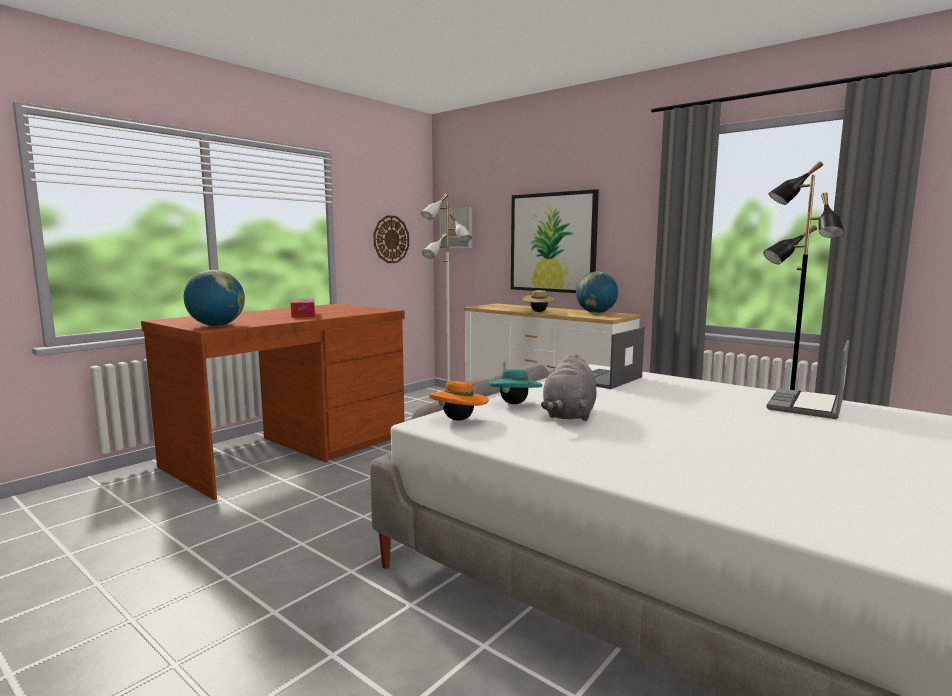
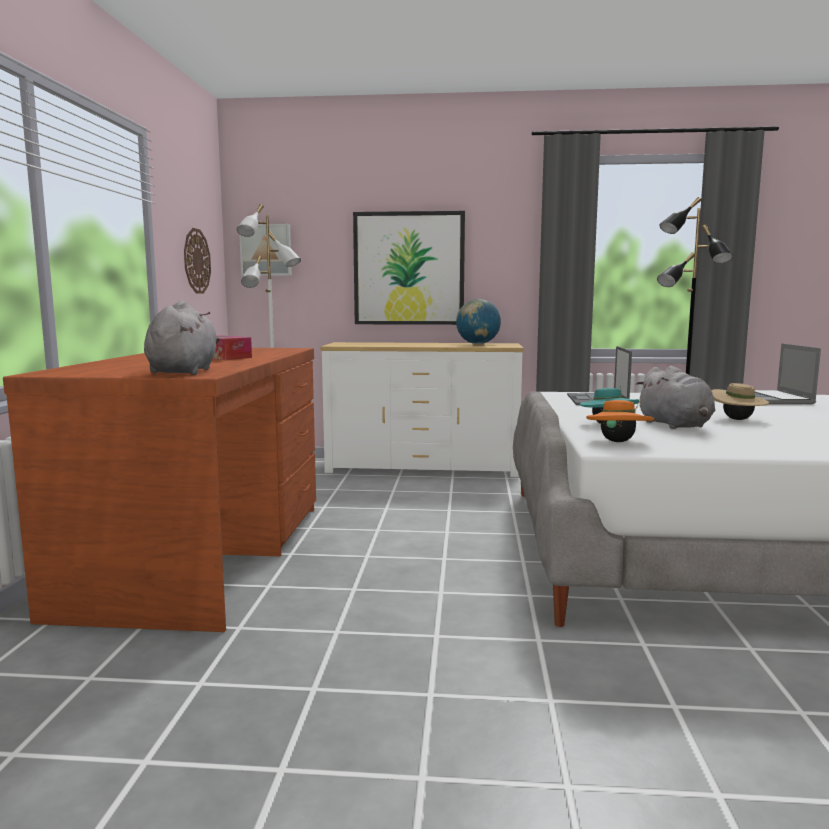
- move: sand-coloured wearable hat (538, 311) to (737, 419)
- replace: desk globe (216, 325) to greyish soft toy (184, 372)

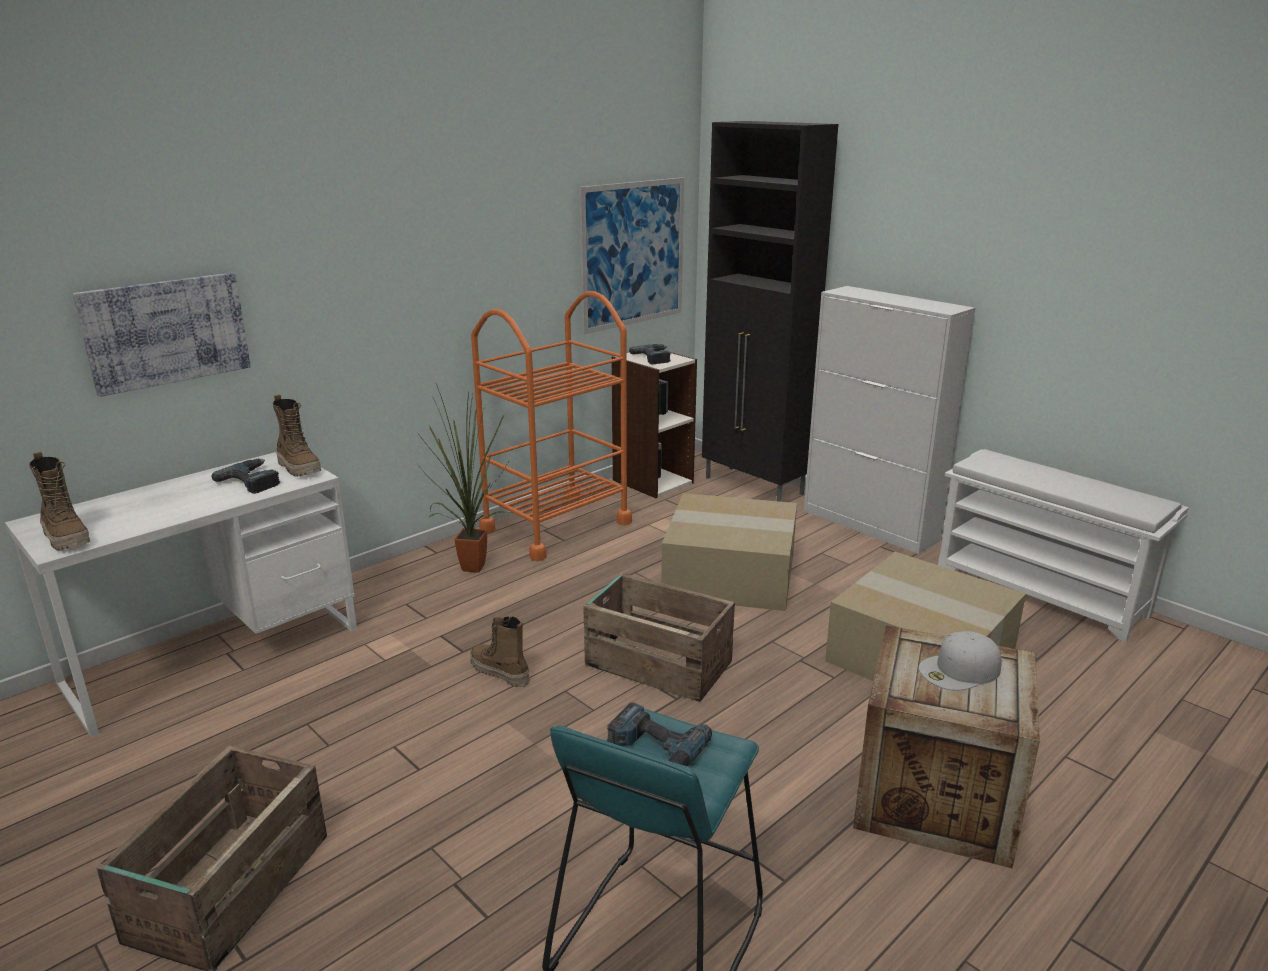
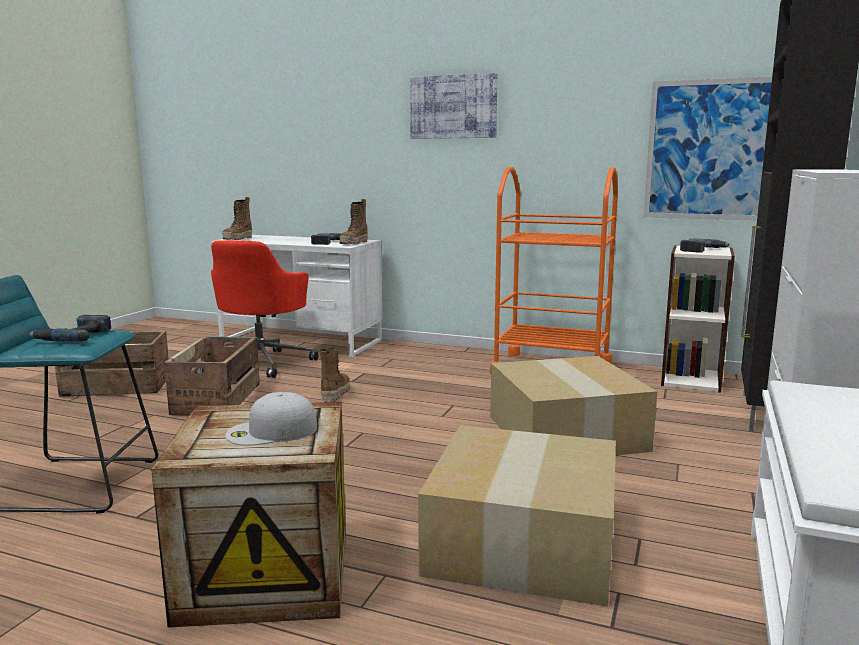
- delete: potted plant (469, 567)
- insert: red-coloured computer chair (262, 362)
- move: wall art (166, 332) to (453, 107)
- move: crate (657, 663) to (218, 399)
- rotate: white baseball cap (960, 670) = (271, 431) 60 degrees counterclockwise

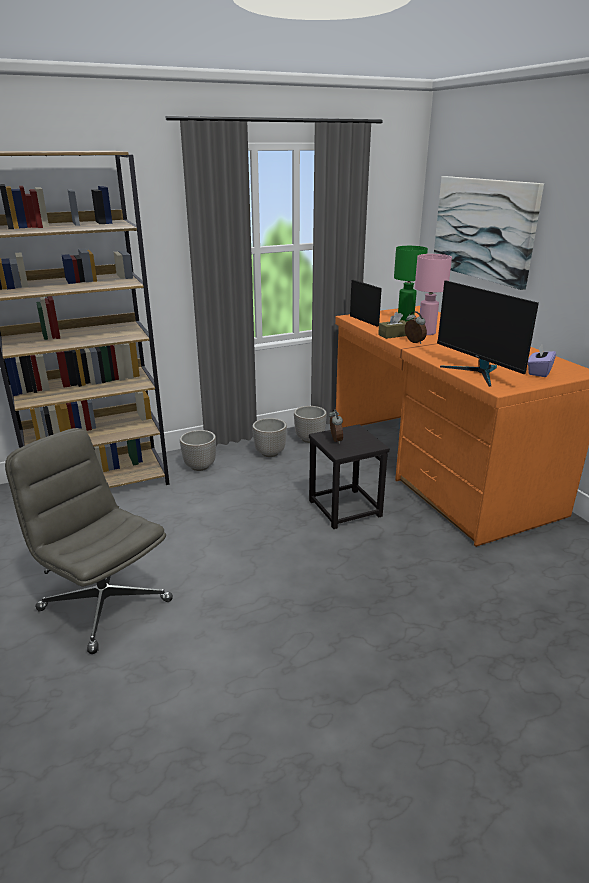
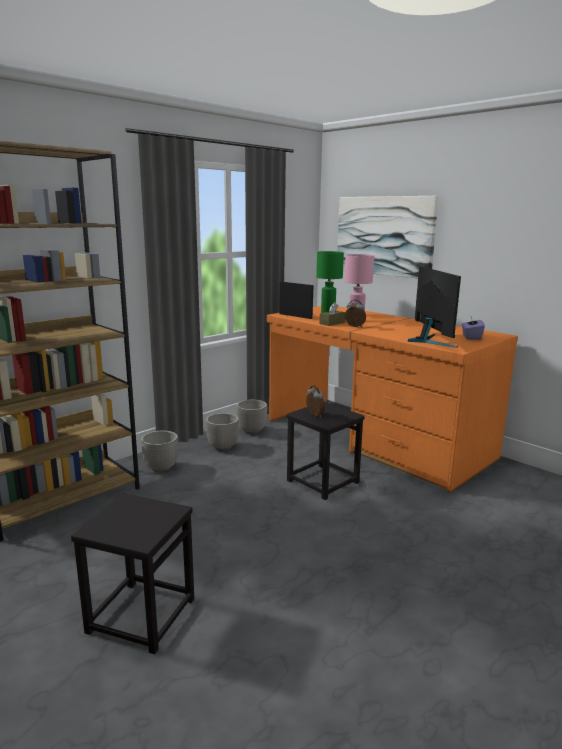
- replace: greyish computer chair (104, 604) to blackish sitting stool (141, 615)
- rotate: computer screen (478, 372) = (429, 341) 135 degrees counterclockwise

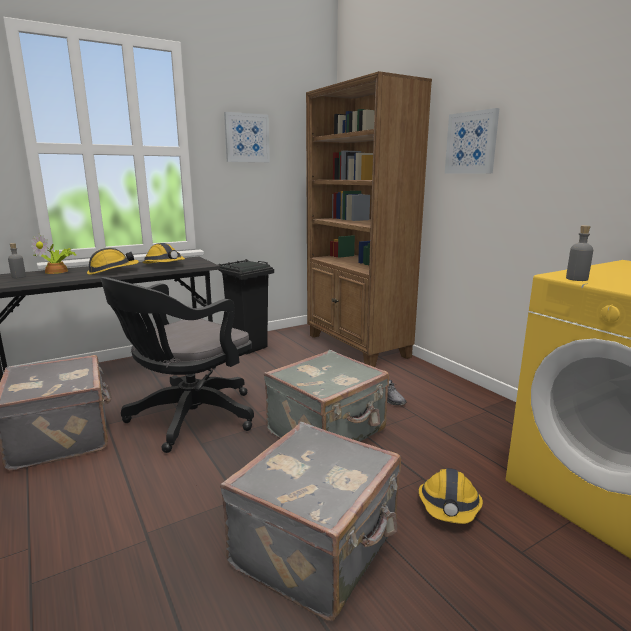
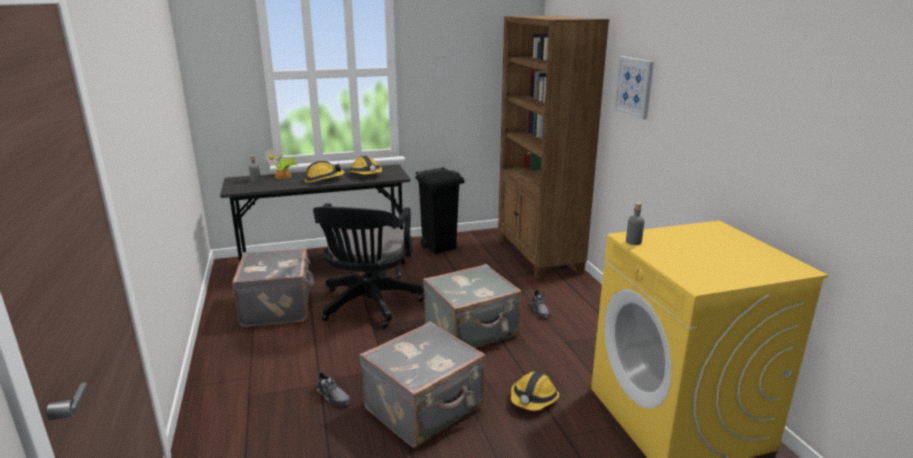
- delete: wall art (247, 138)
- insert: greyish item of footwear (333, 396)
- rotate: blackish computer chair (187, 419) = (368, 306) 45 degrees counterclockwise

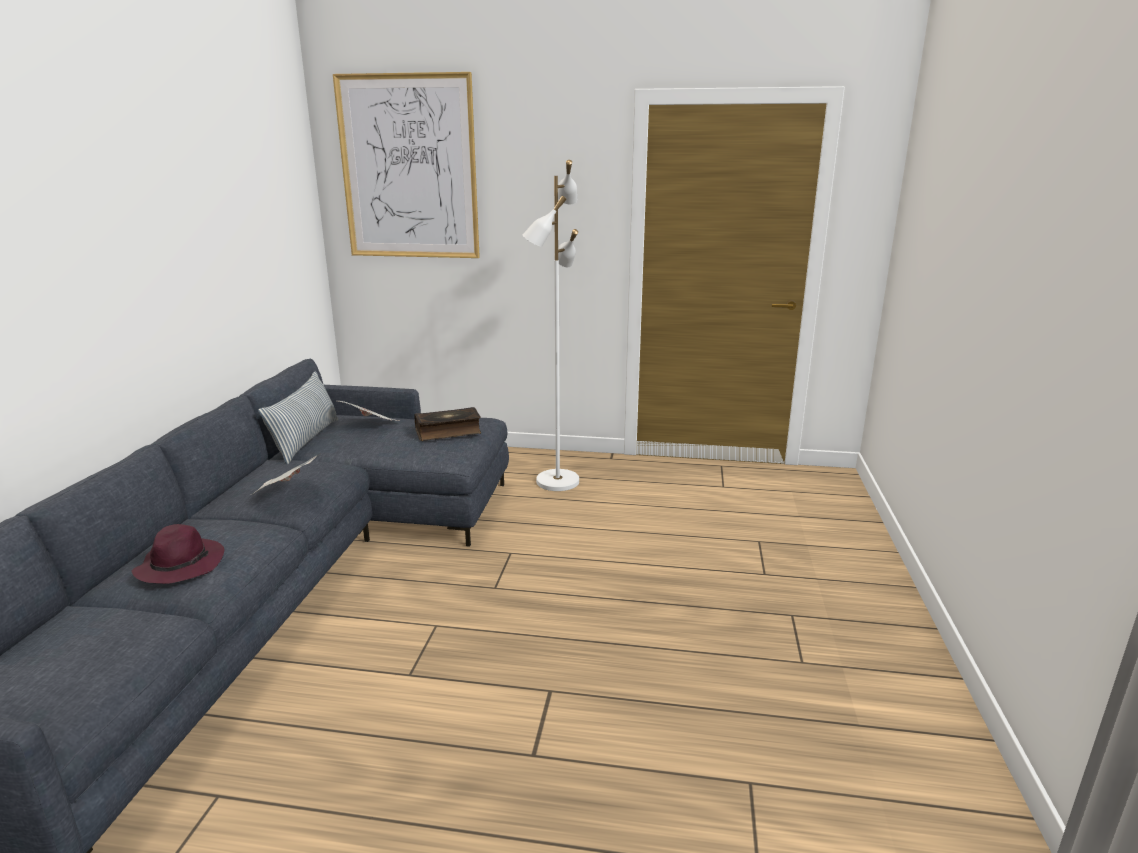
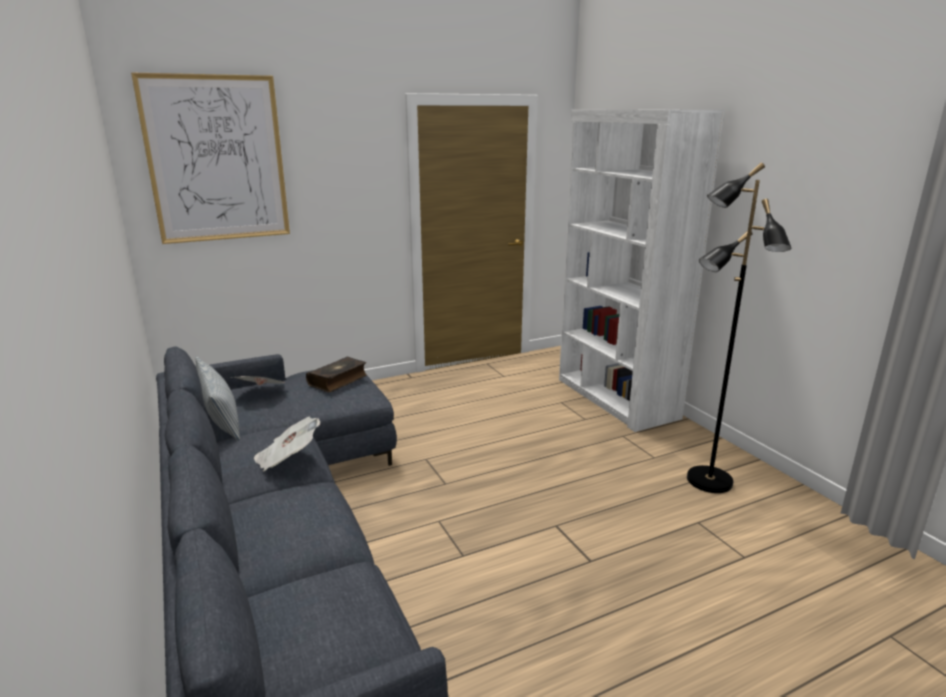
- delete: purple-coloured wearable hat (181, 565)
- delete: white standard lamp (556, 481)
- insert: white shelving unit (615, 398)
- insert: blackish standard lamp (708, 481)

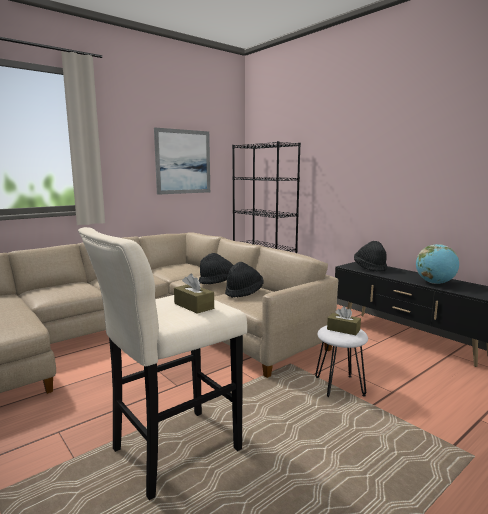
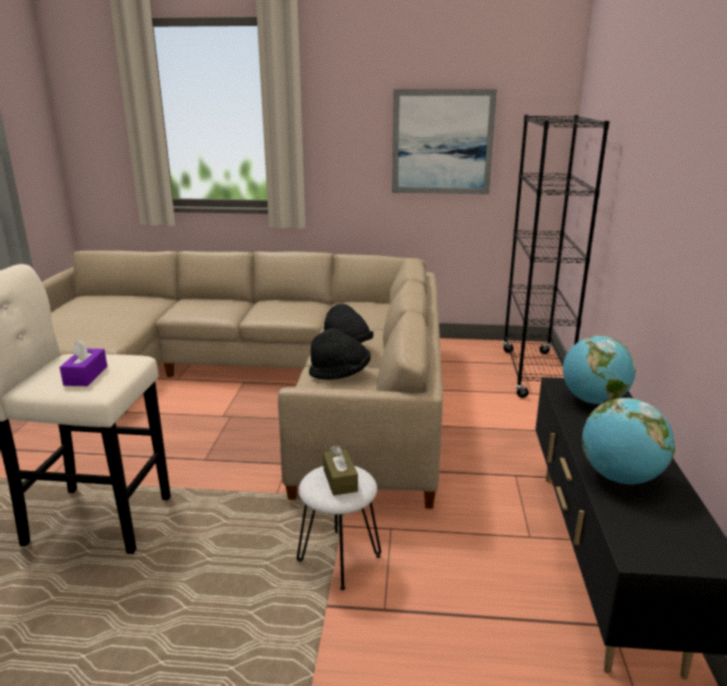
- replace: blackish wearable hat (370, 268) to desk globe (593, 401)
- recolor: brownish tissue box (194, 306) to purple-coloured tissue box (86, 376)

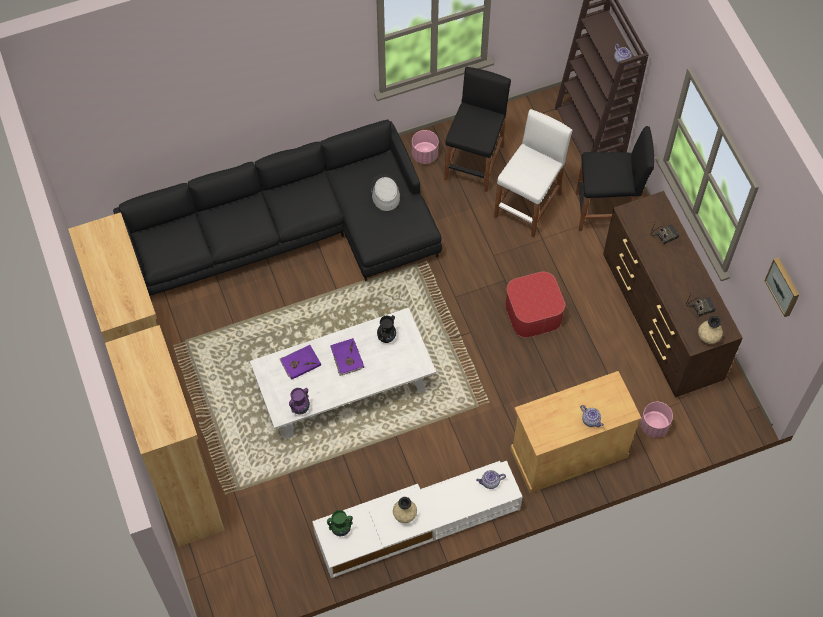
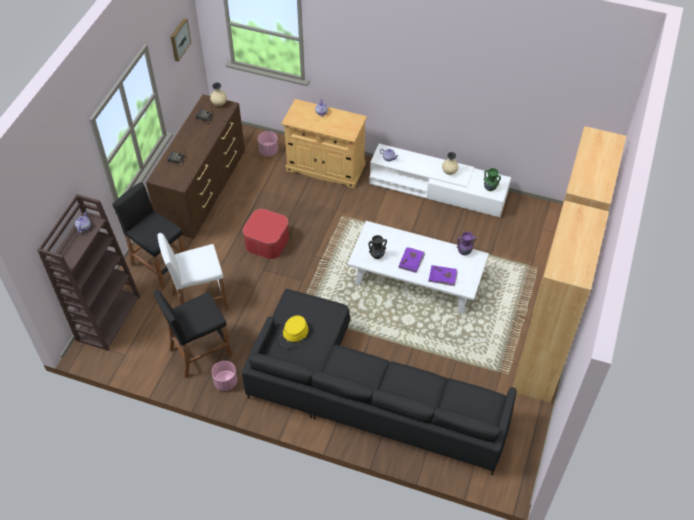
- recolor: greyish wearable hat (385, 193) to yellow-coloured wearable hat (294, 334)

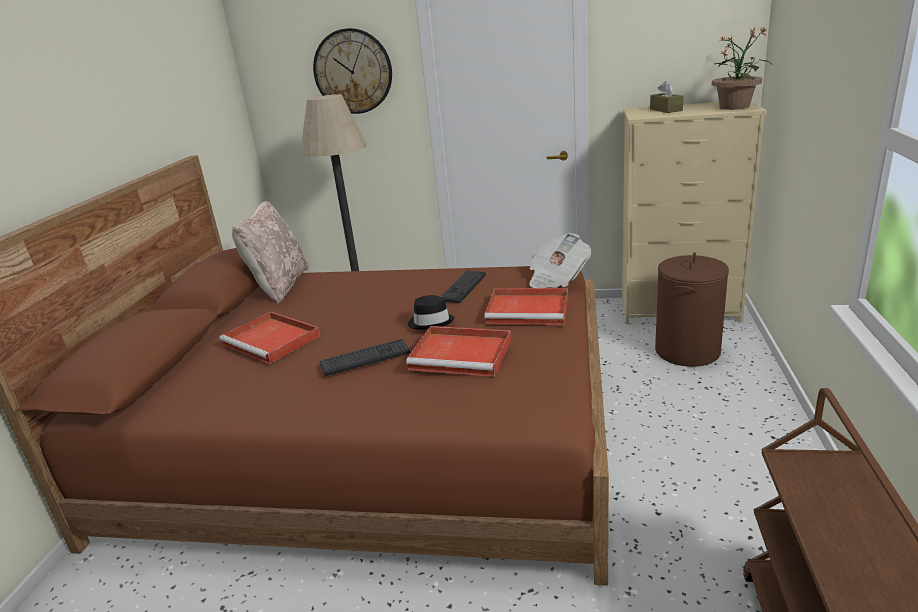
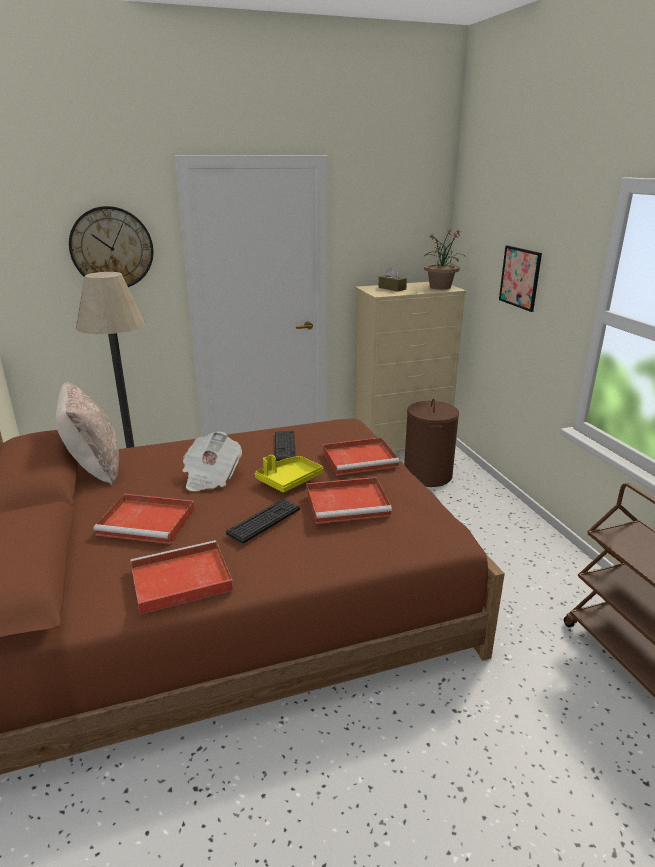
- insert: red-coloured carrying tray (179, 580)
- insert: wall art (520, 277)
- move: daily paper (557, 278) to (211, 477)
- replace: blackish wearable hat (431, 322) to yellow-coloured carrying tray (289, 480)

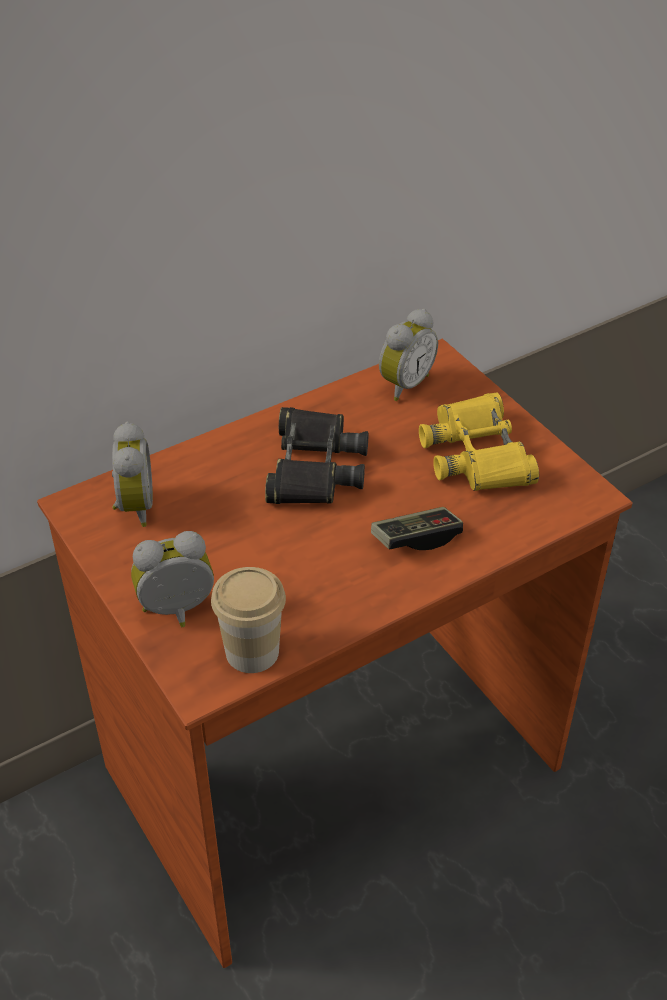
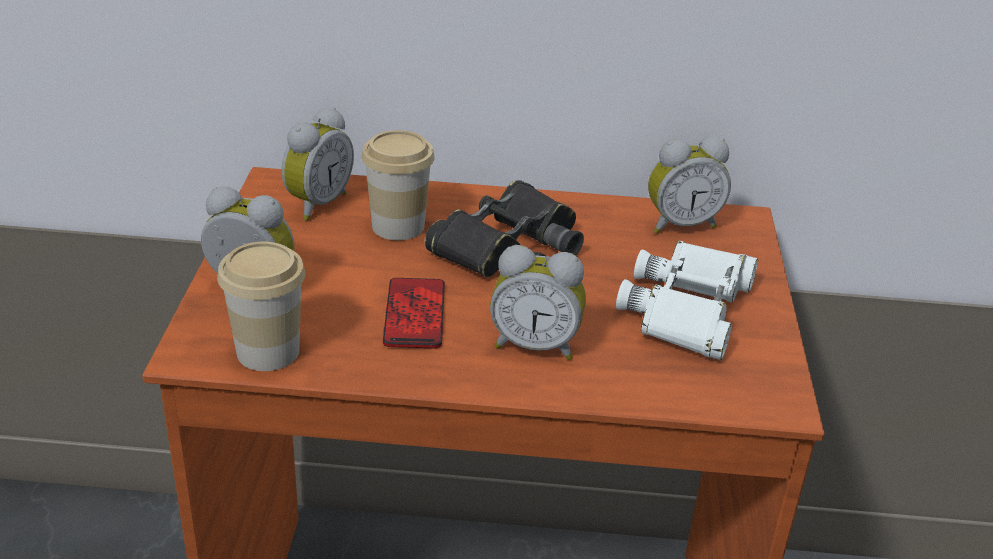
- insert: drinking cup (398, 226)
- insert: telephone (414, 314)
- replace: game controller (416, 539) to bedside clock (535, 345)
- recolor: yellow-coloured pair of binoculars (477, 454) to white pair of binoculars (688, 309)

